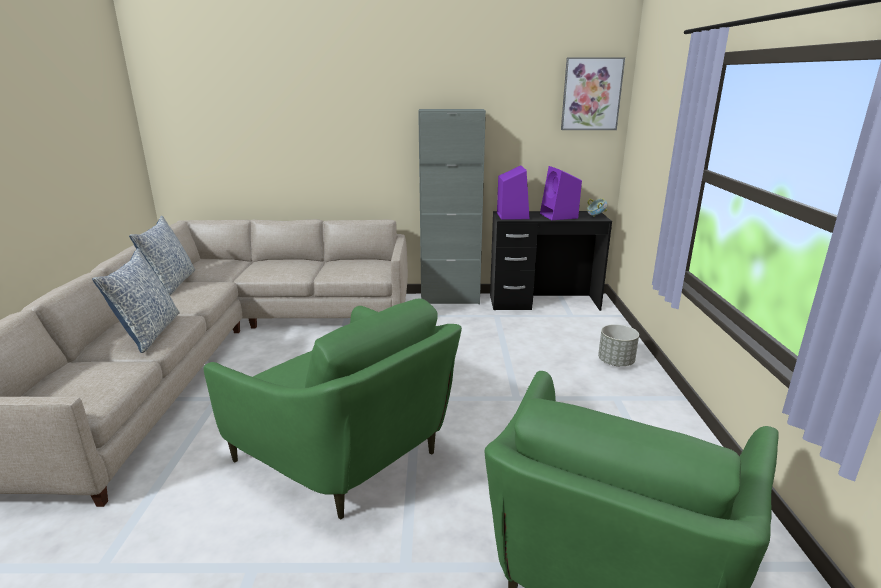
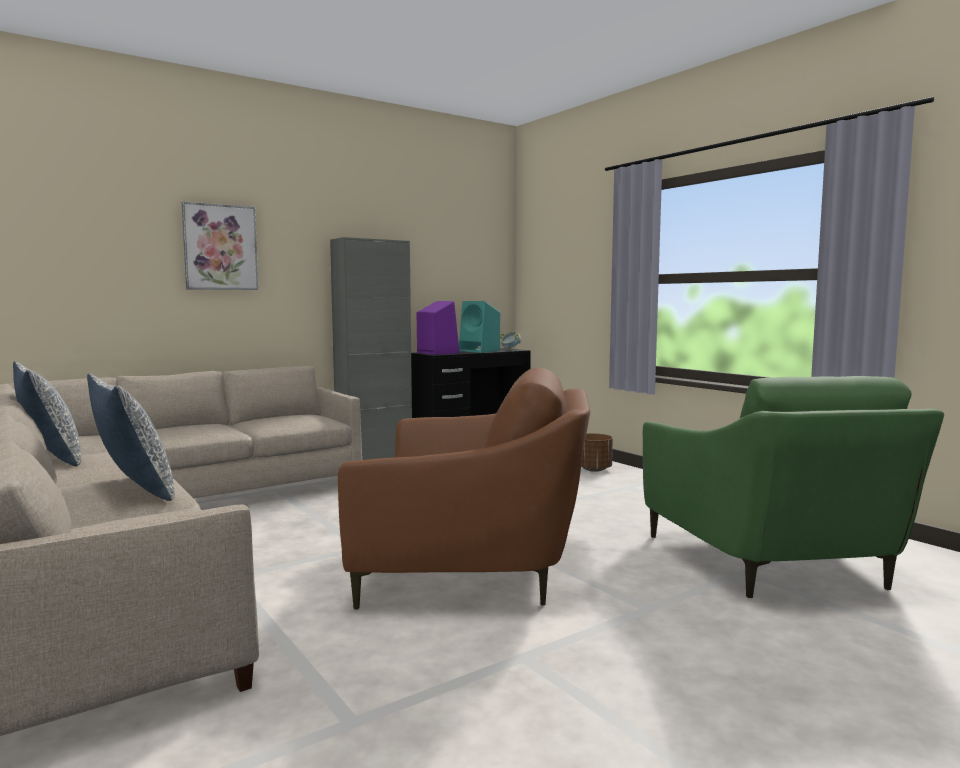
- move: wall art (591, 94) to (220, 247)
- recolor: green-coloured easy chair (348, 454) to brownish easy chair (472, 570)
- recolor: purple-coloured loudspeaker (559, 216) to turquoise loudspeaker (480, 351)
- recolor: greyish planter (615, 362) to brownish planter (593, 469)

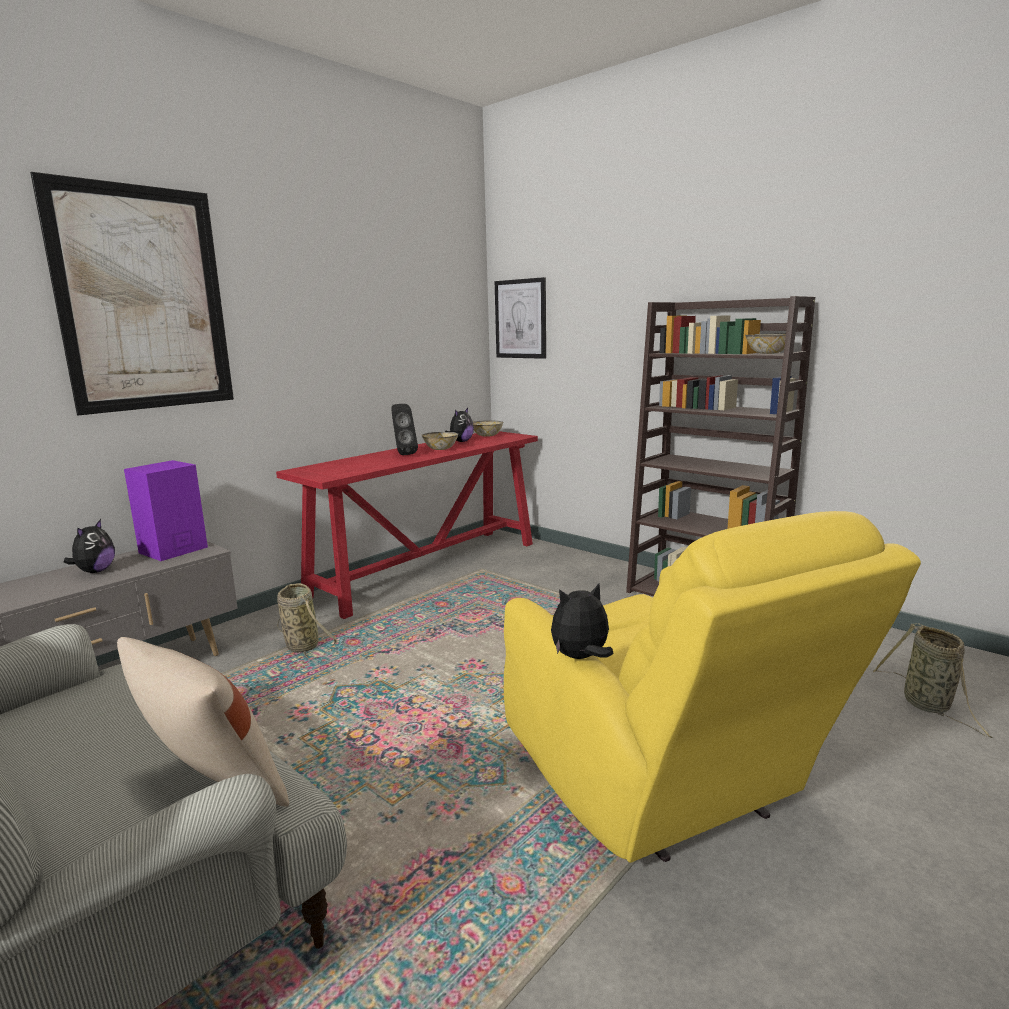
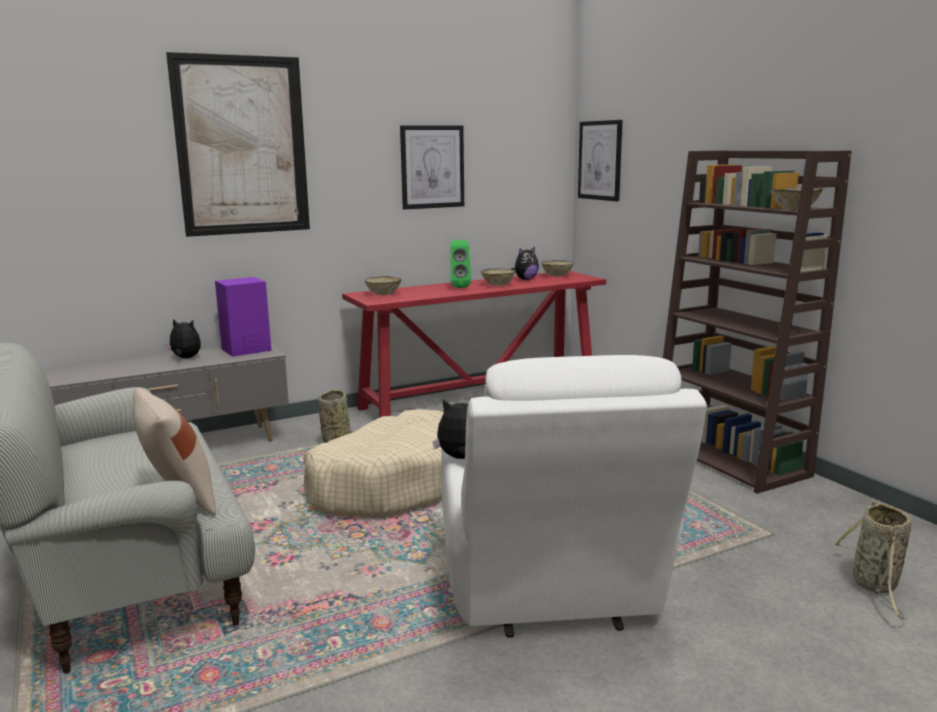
- insert: sand-coloured dog cushion (388, 484)
- insert: serving bowl (383, 294)
- insert: wall art (432, 167)
- recolor: blackish loudspeaker (403, 454) to green-coloured loudspeaker (460, 287)
- recolor: yellow-coloured easy chair (662, 785) to white easy chair (550, 590)
- rotate: soft toy (95, 571) = (185, 358) 105 degrees counterclockwise

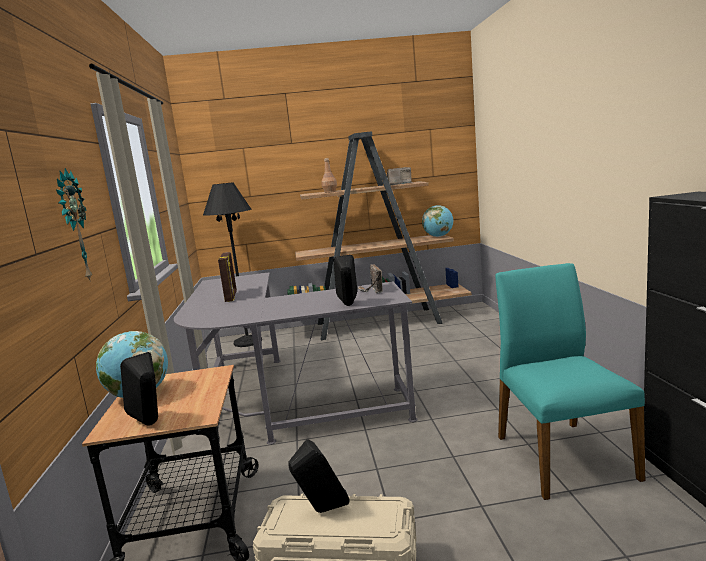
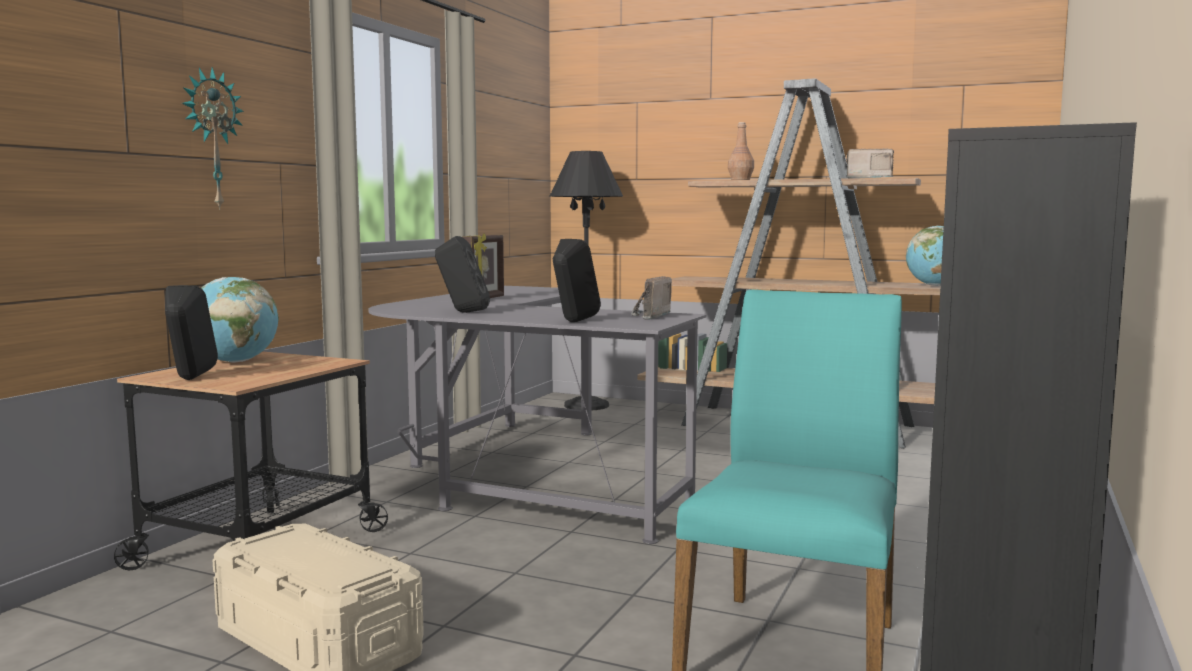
- move: blackish loudspeaker (322, 511) to (462, 312)

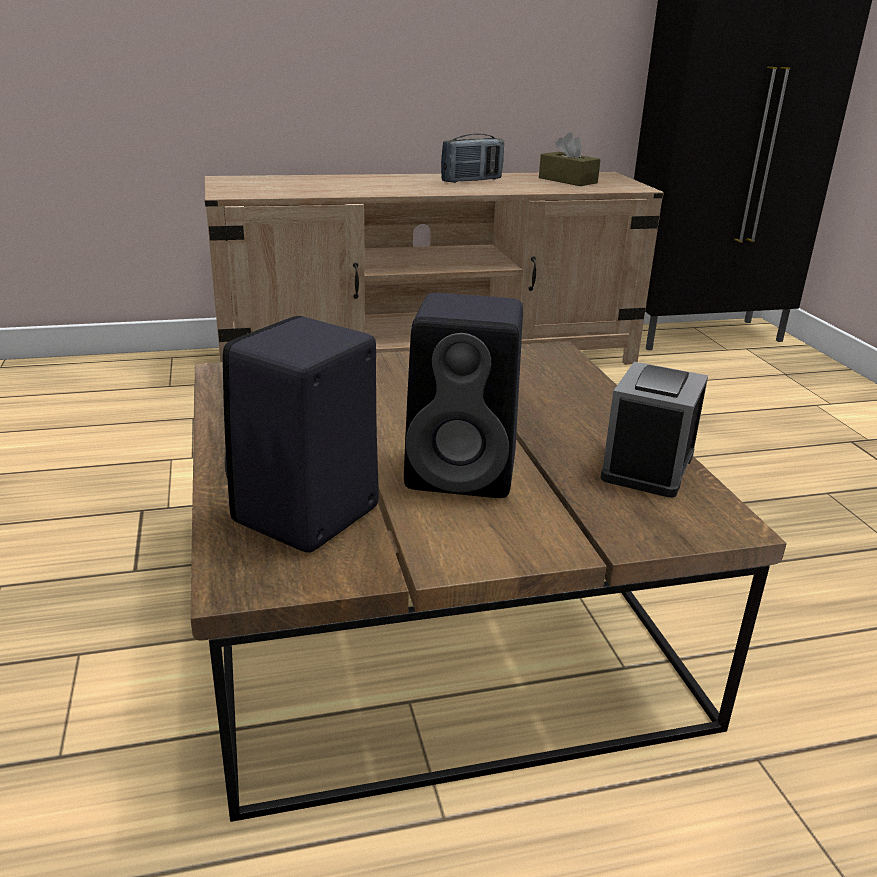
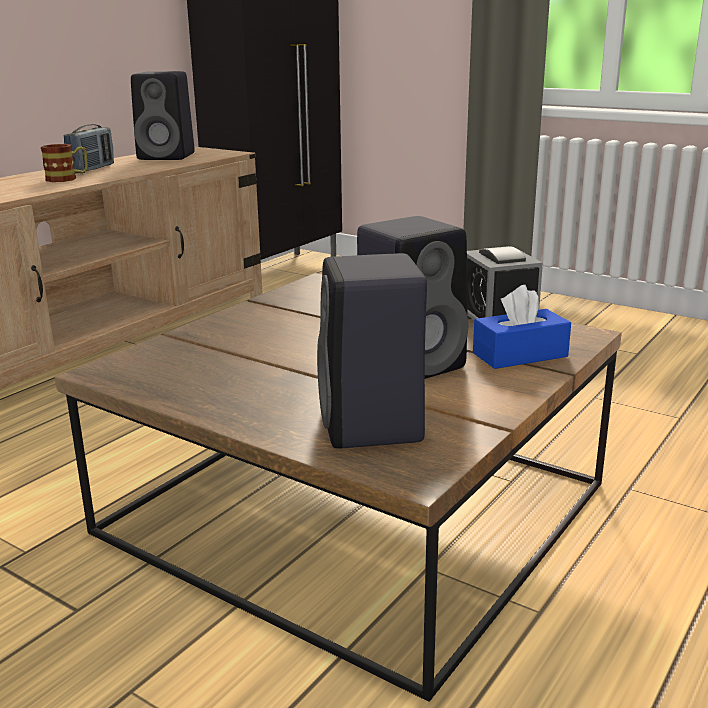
- insert: coffee mug (68, 178)
- insert: blue-coloured tissue box (520, 355)
- replace: brownish tissue box (567, 180) to blackish loudspeaker (168, 156)

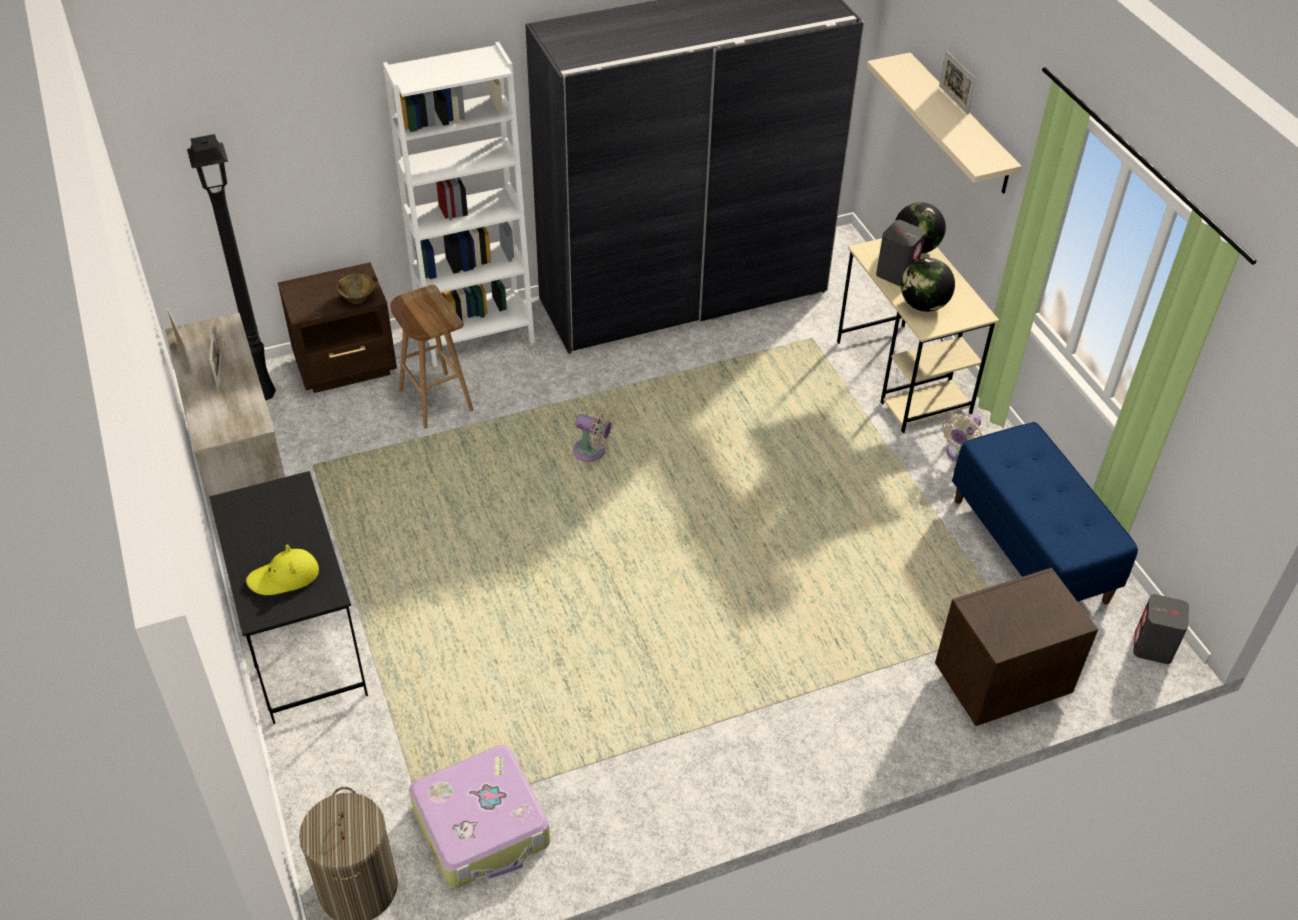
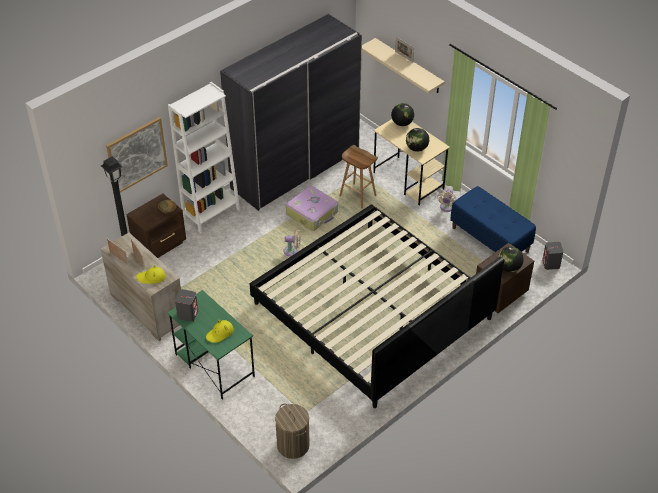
- insert: wall art (137, 155)
- insert: yellow-coloured wearable hat (151, 277)
- insert: sleeping bed (372, 311)
- insert: desk globe (509, 268)
- move: brownish sitting stool (434, 400) to (357, 196)
- move: travel case (482, 826) to (312, 213)
- move: greyish loudspeaker (897, 273) to (188, 314)
- recolor: blackish desk (302, 641) to green-coloured desk (214, 365)

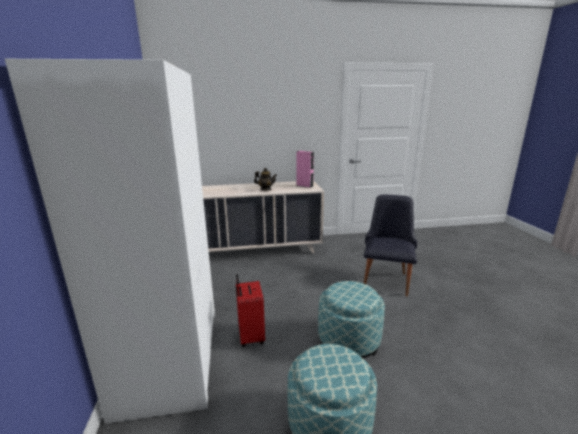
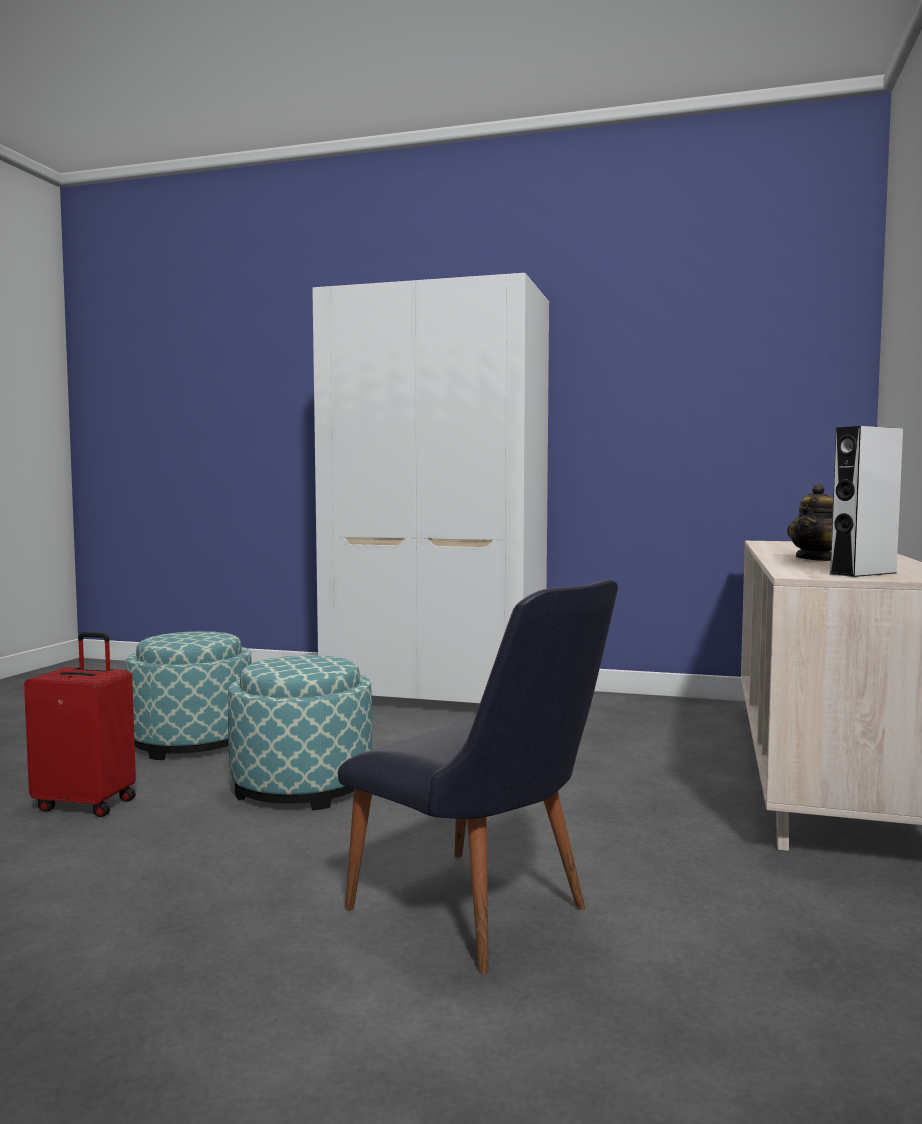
- move: red-coloured travel case (250, 337) to (87, 804)
- recolor: pink-coloured loudspeaker (304, 186) to white loudspeaker (863, 573)

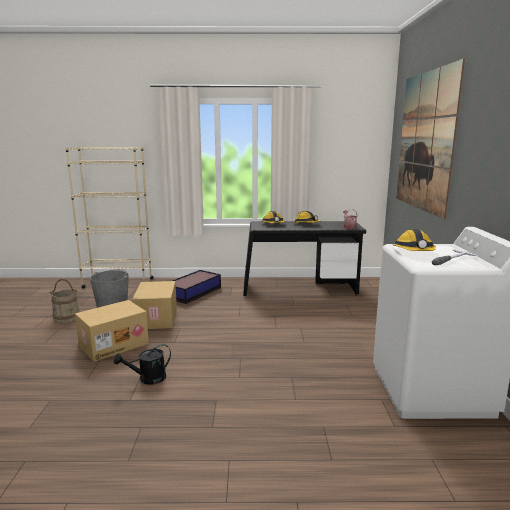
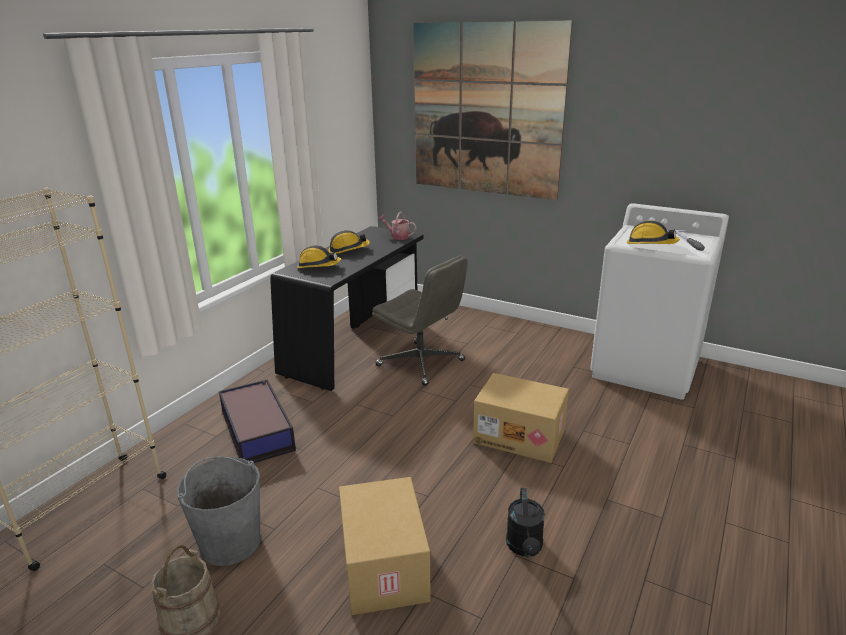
- insert: greyish computer chair (421, 363)
- move: packing box (157, 318) to (520, 436)

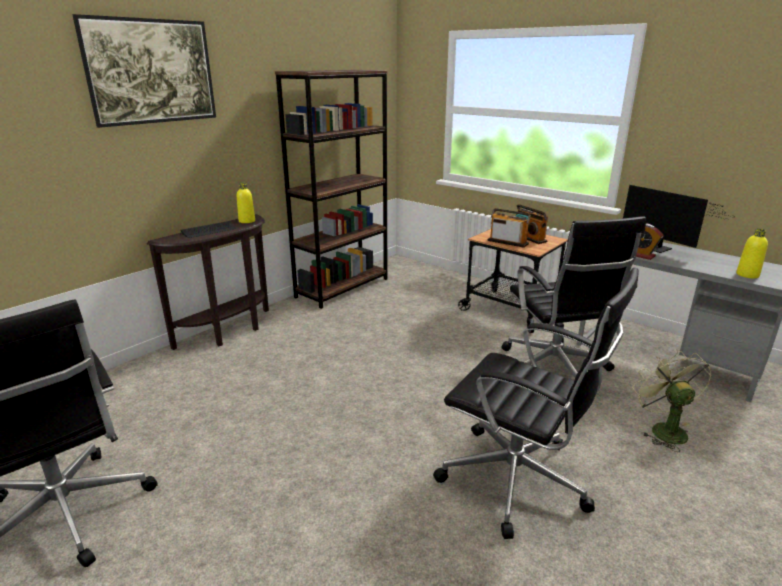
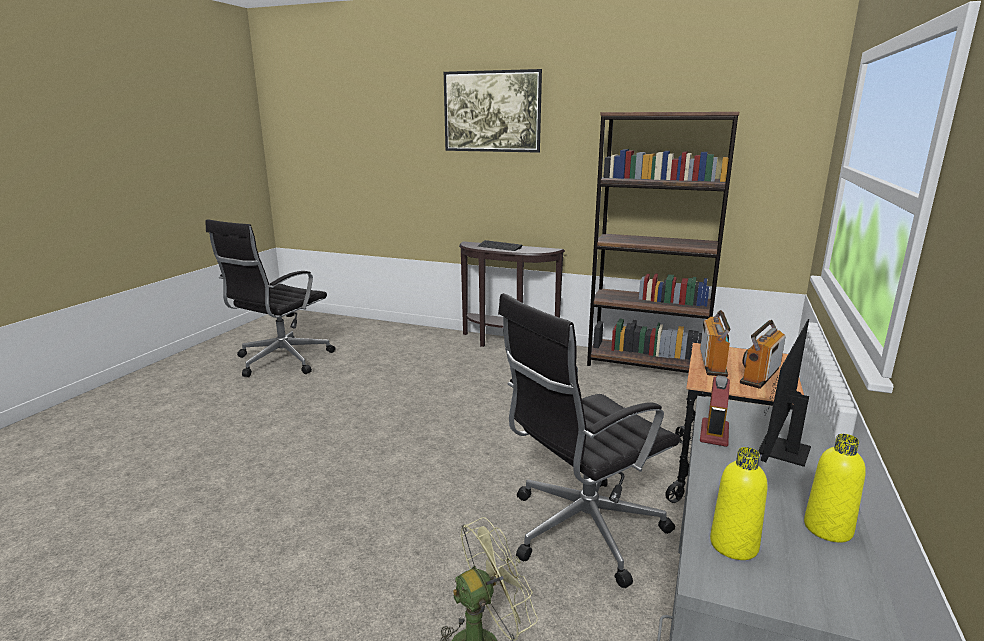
- delete: blackish computer chair (518, 481)
- move: yellow-coloured drink bottle (247, 221) to (828, 528)

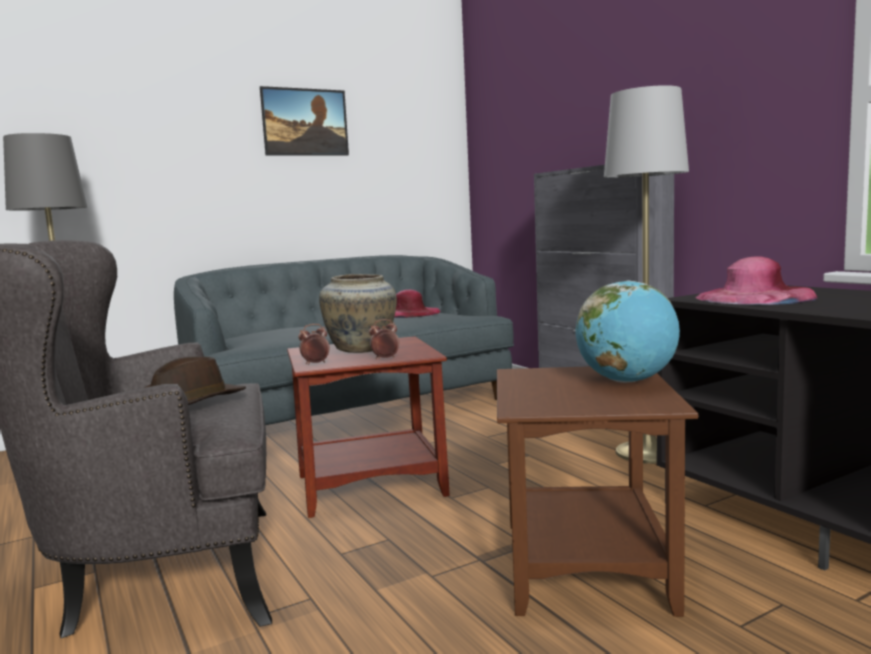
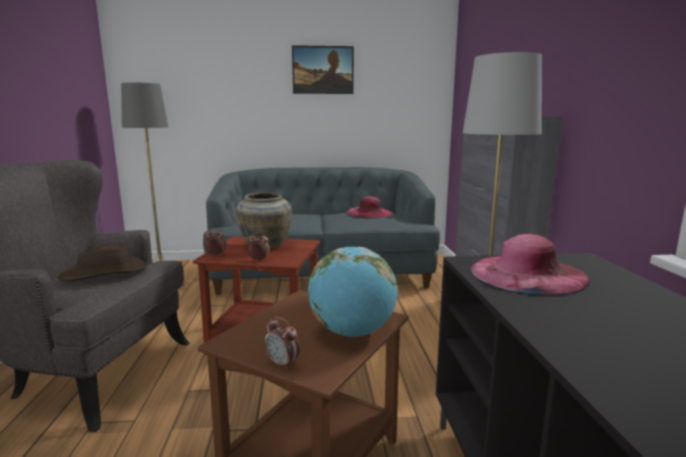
- insert: bedside clock (282, 363)

